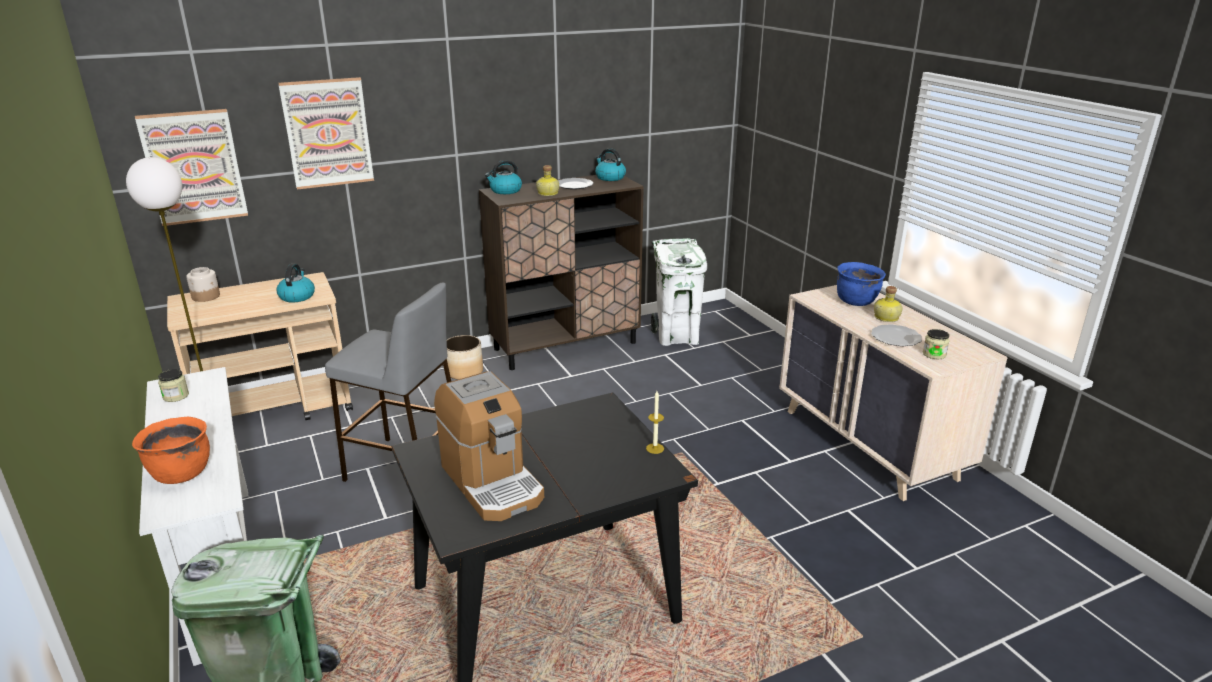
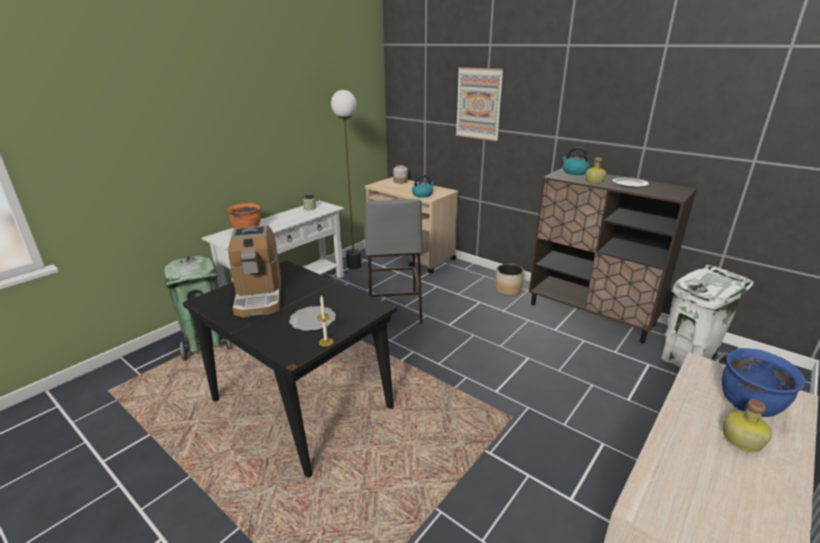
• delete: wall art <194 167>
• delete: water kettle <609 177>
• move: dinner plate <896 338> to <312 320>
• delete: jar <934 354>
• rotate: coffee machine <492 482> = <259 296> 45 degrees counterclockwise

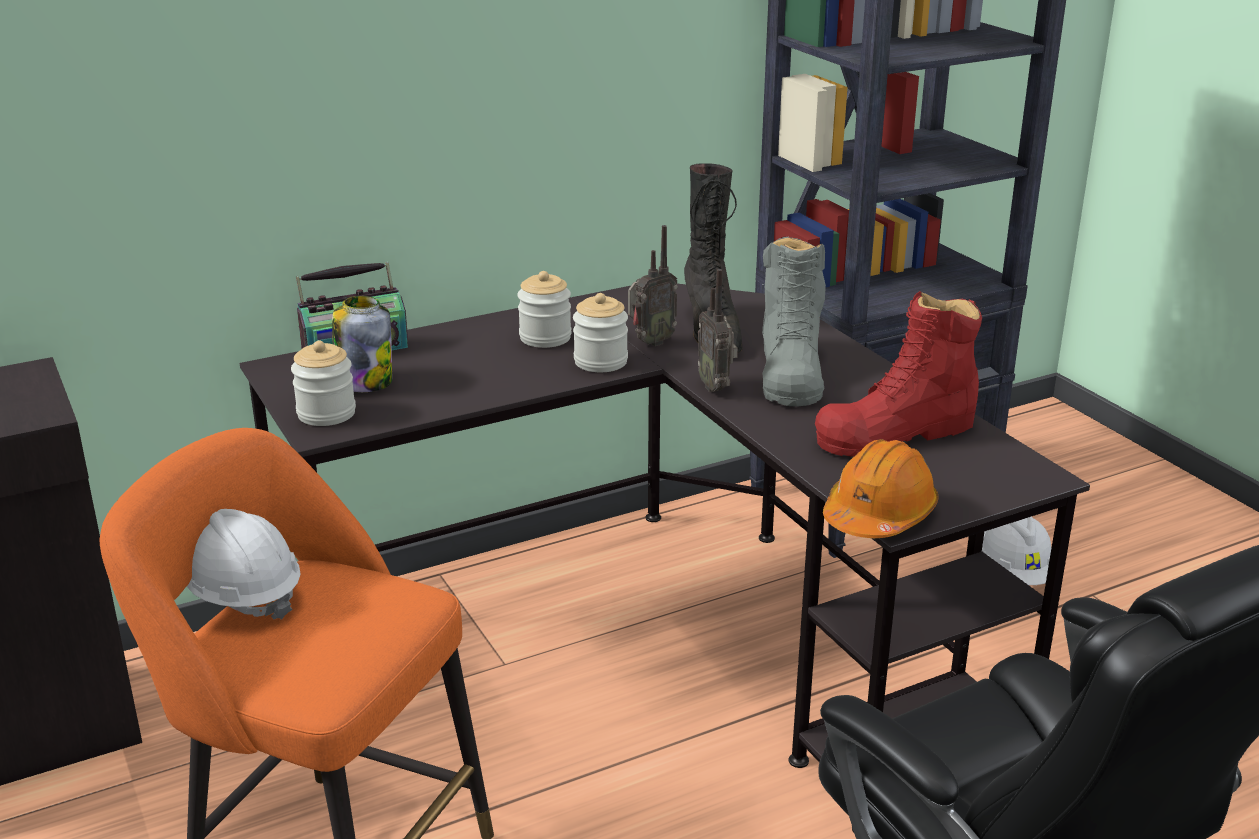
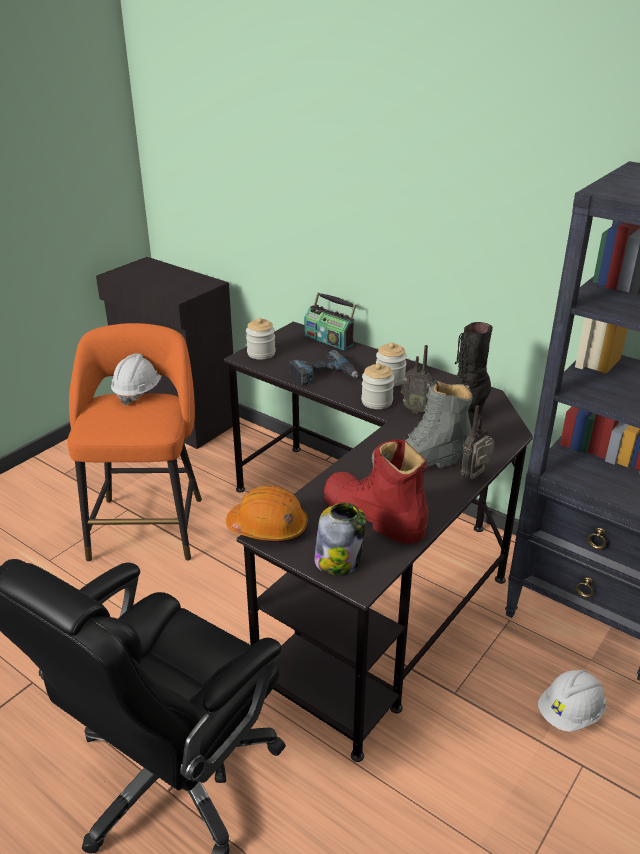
• move: radio <716 387> to <476 477>
• move: jar <364 381> to <339 560>
• insert: drill <323 375>

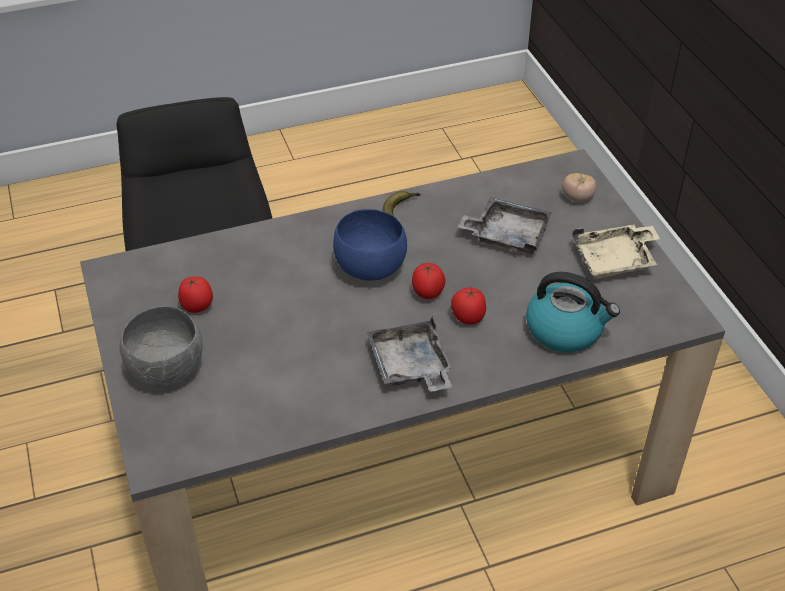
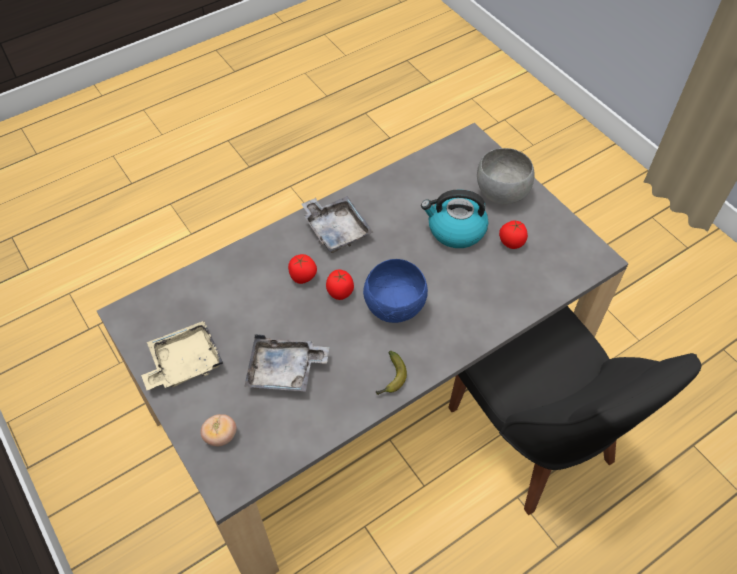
• move: water kettle <565 330> to <455 230>

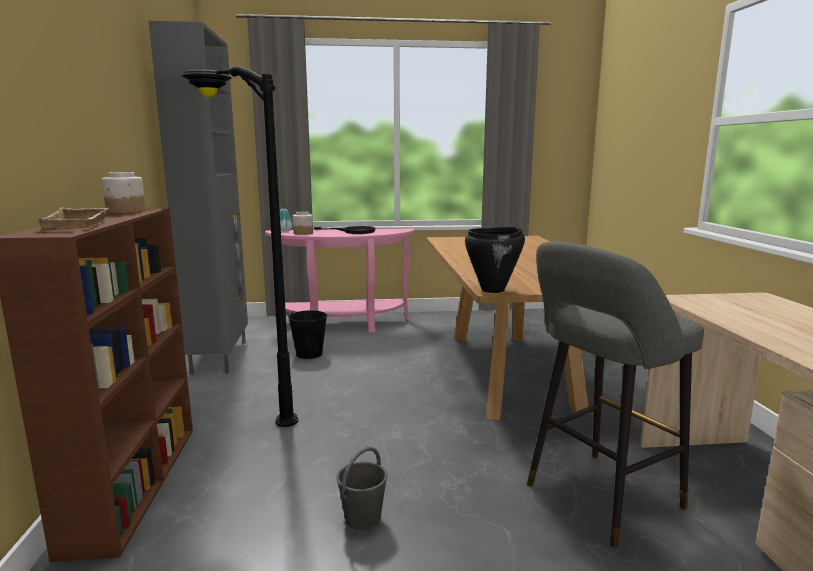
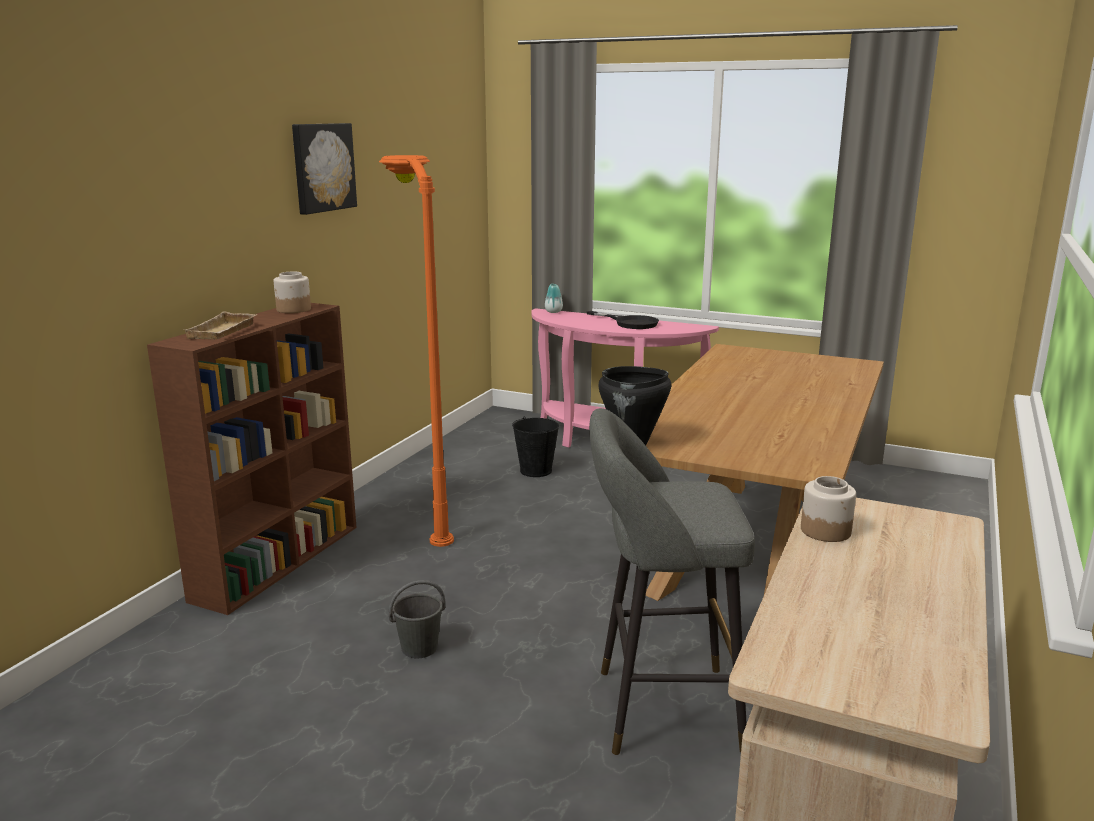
• delete: grey cupboard <221 356>
• recolor: black floor lamp <247 401> to orangey floor lamp <427 510>
• move: jar <303 233> to <826 531>
• insert: wall art <322 167>

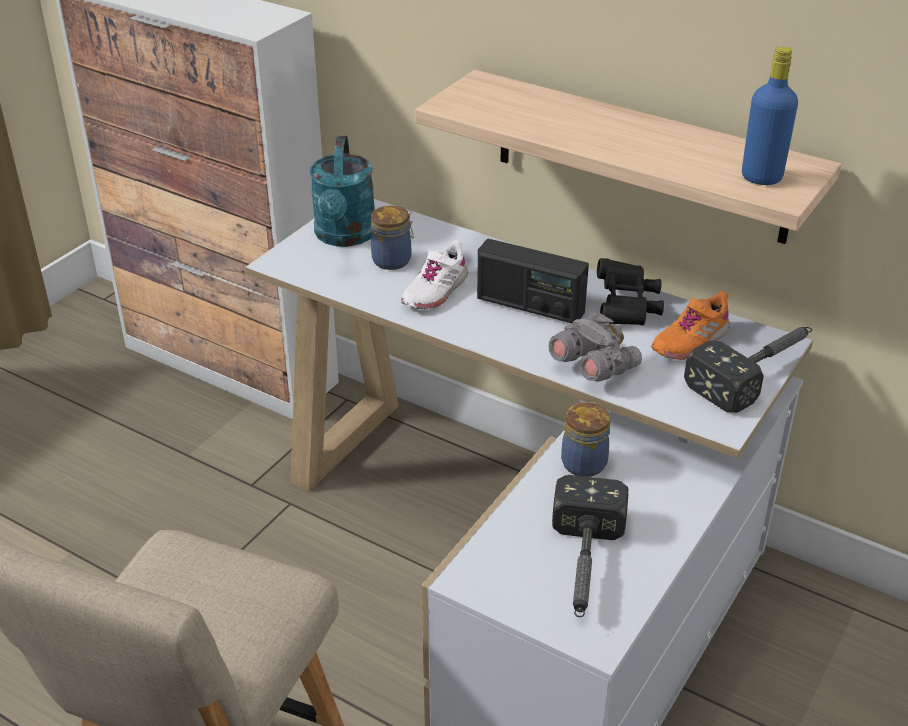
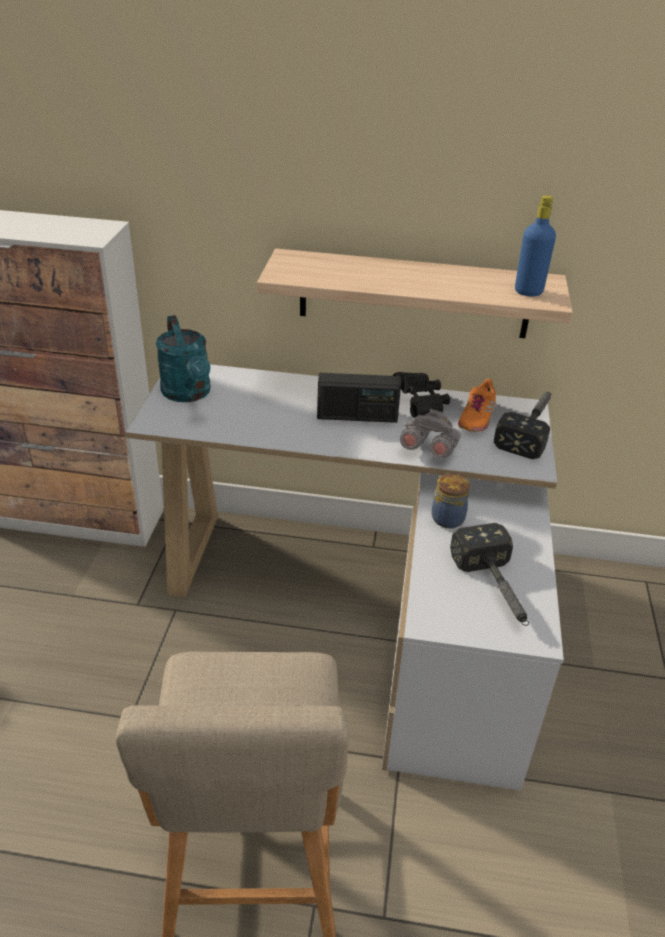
• delete: jar <393 260>
• delete: white-coloured item of footwear <434 291>

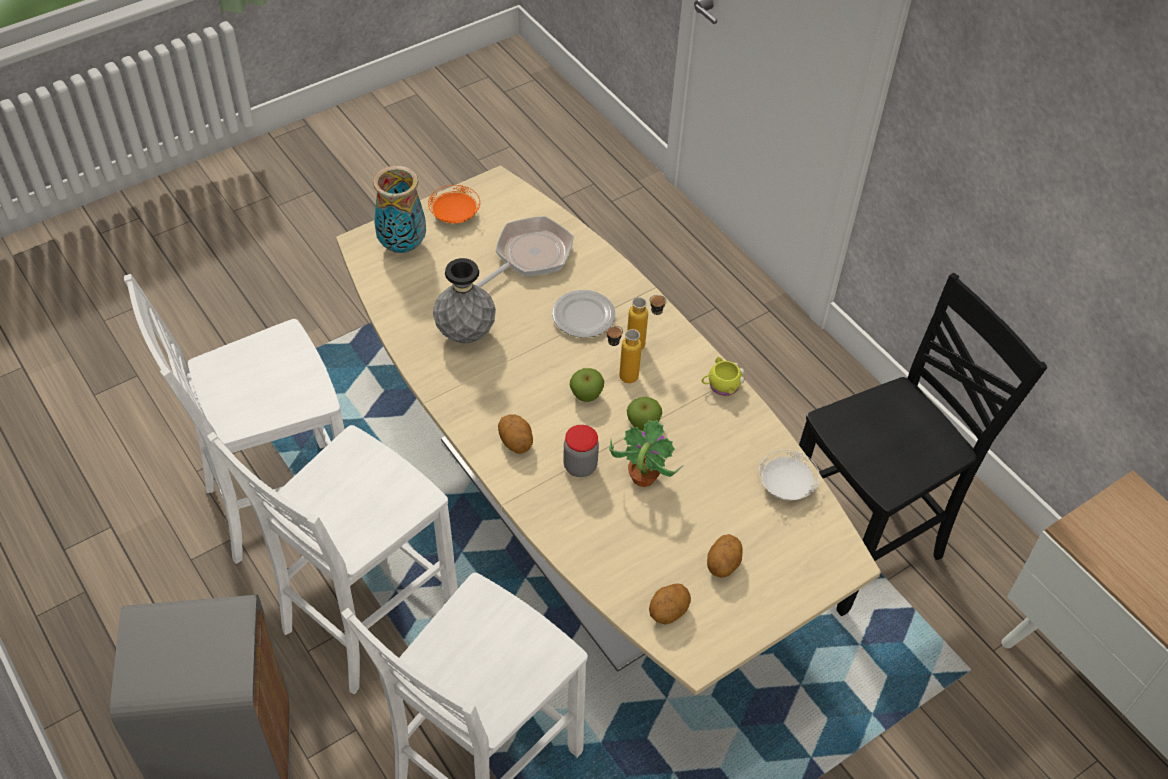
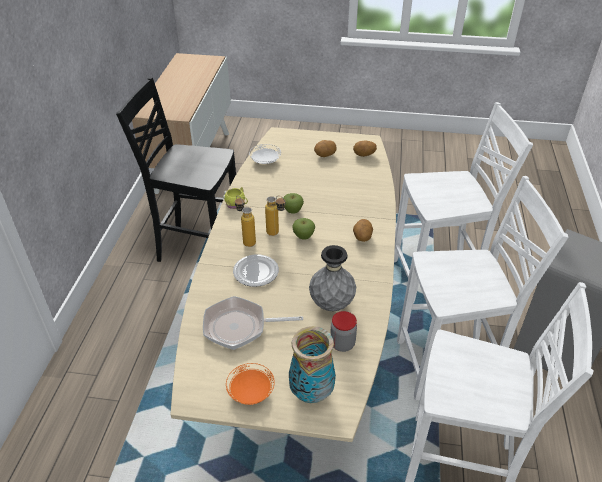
• delete: plant in a pot <642 477>
• move: jar <580 466> to <342 344>

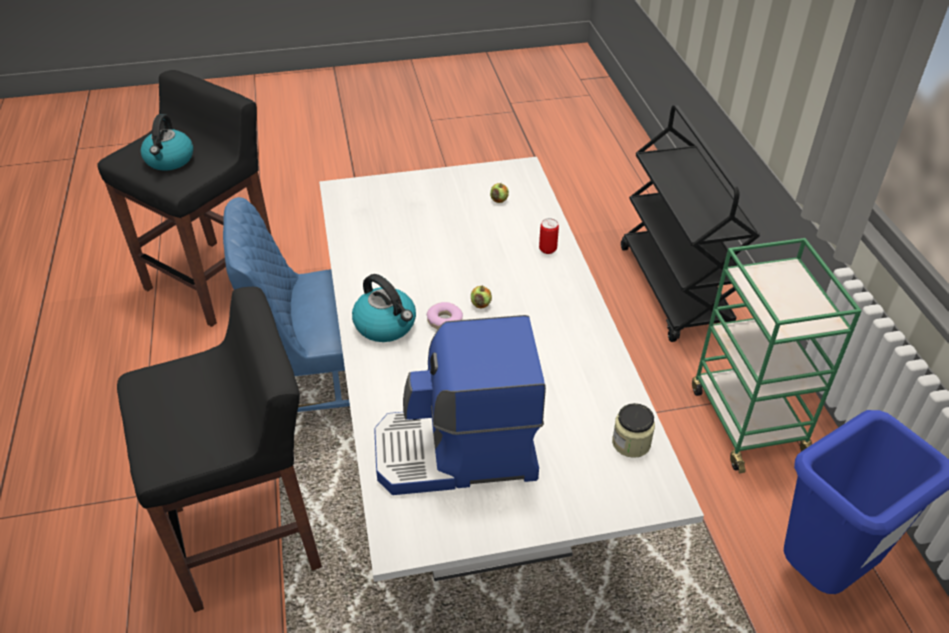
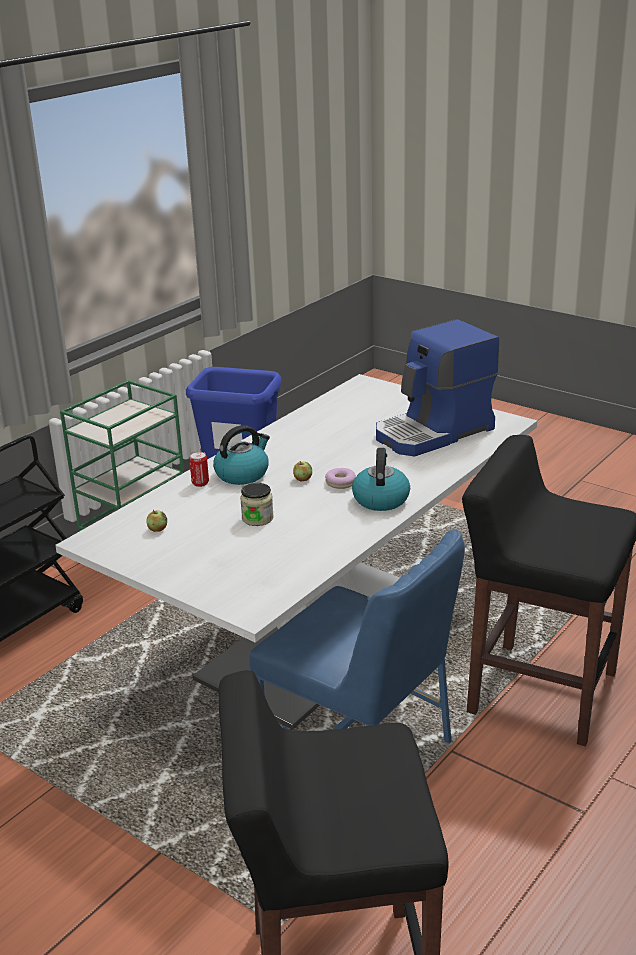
• move: water kettle <169 160> to <242 474>
• rotate: coffee machine <457 454> = <434 432> 105 degrees clockwise
• move: jar <631 443> to <257 518>

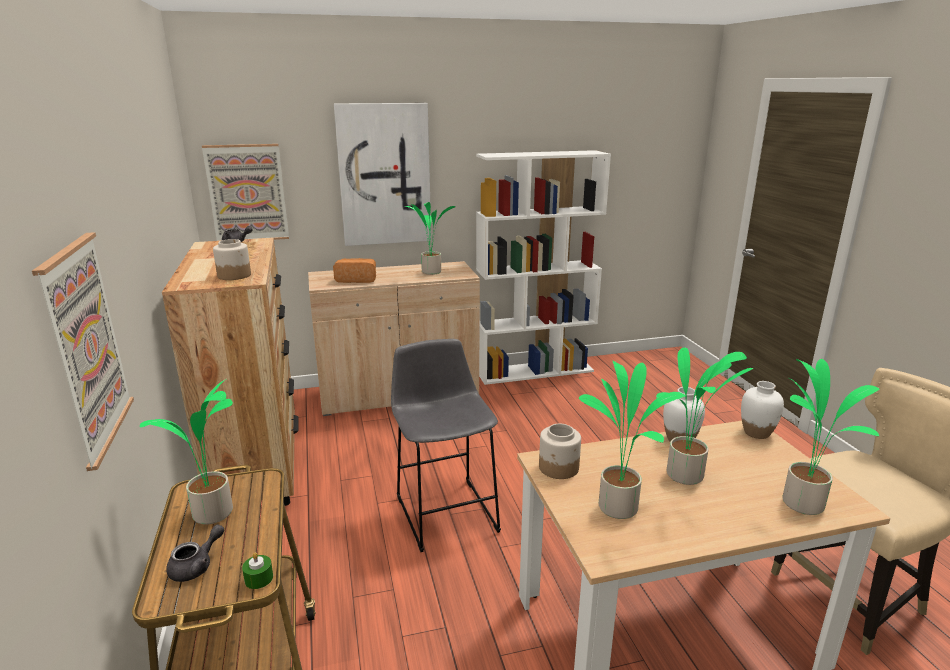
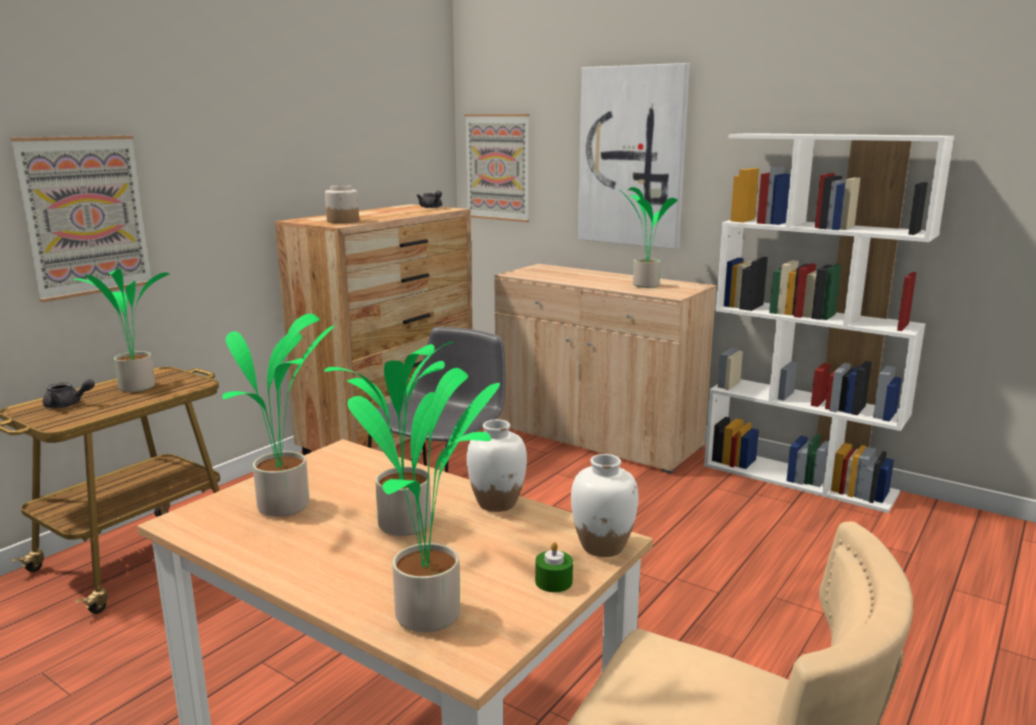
• delete: baked bread <357 279>
• delete: jar <559 468>
• move: green wax light <259 578> to <553 581>

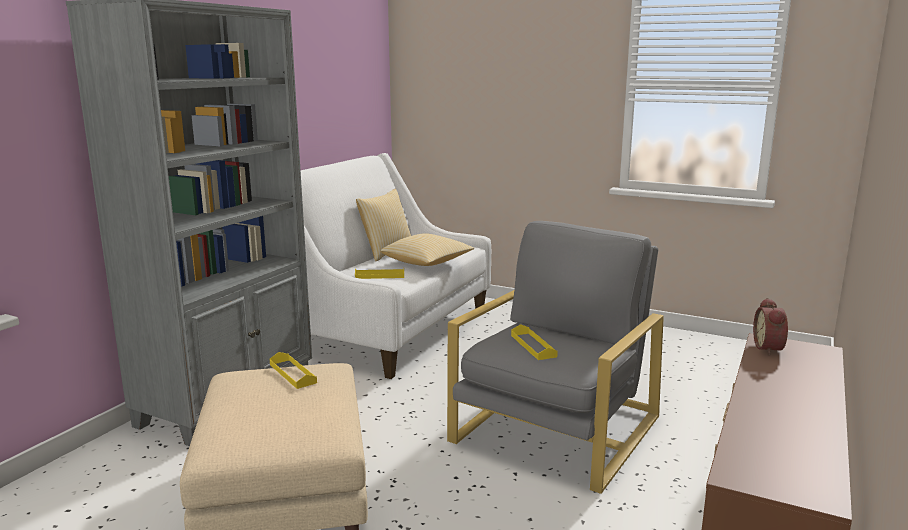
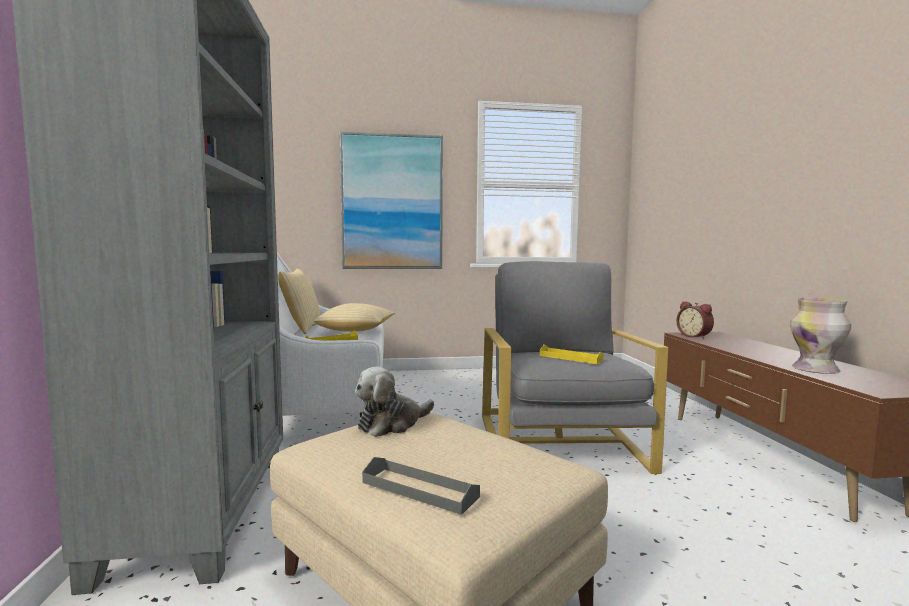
• replace: yellow tray <292 373> to plush toy <392 424>
• insert: wall art <392 202>
• insert: decorative vase <815 370>
• insert: grey tray <419 489>

